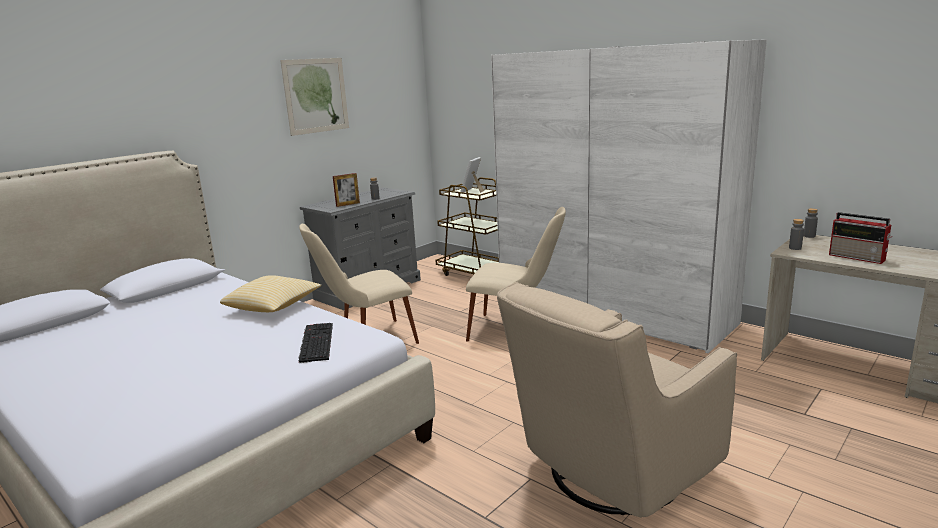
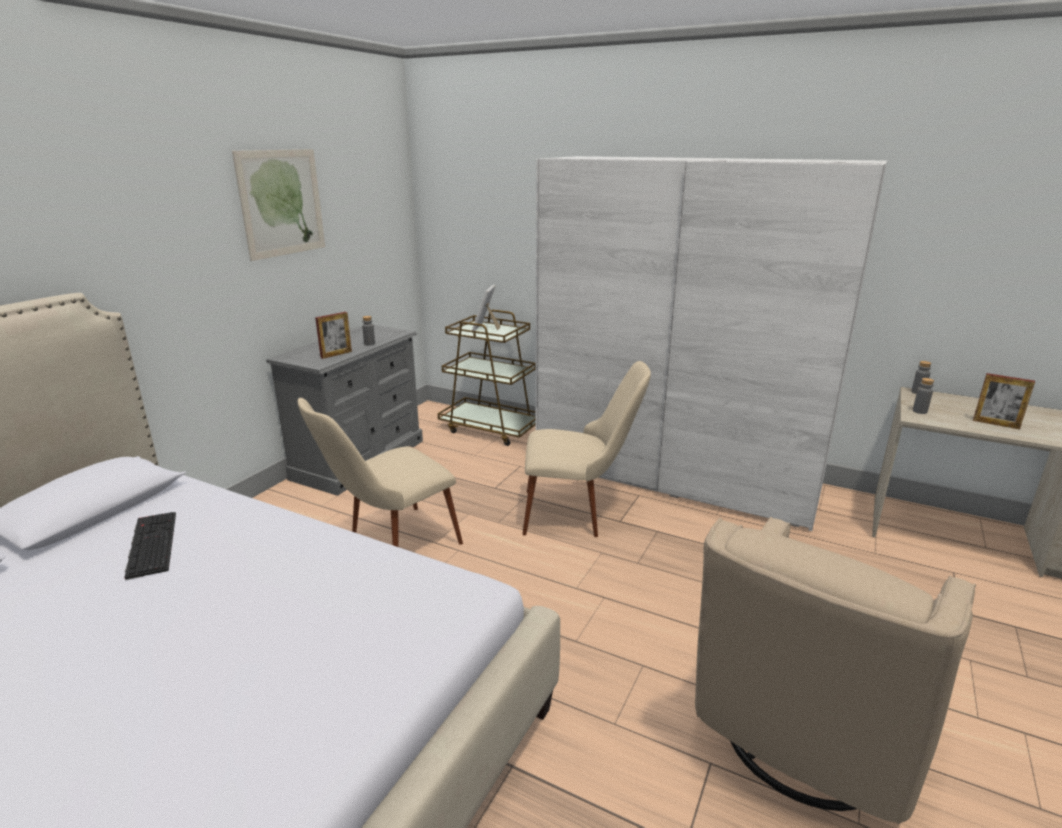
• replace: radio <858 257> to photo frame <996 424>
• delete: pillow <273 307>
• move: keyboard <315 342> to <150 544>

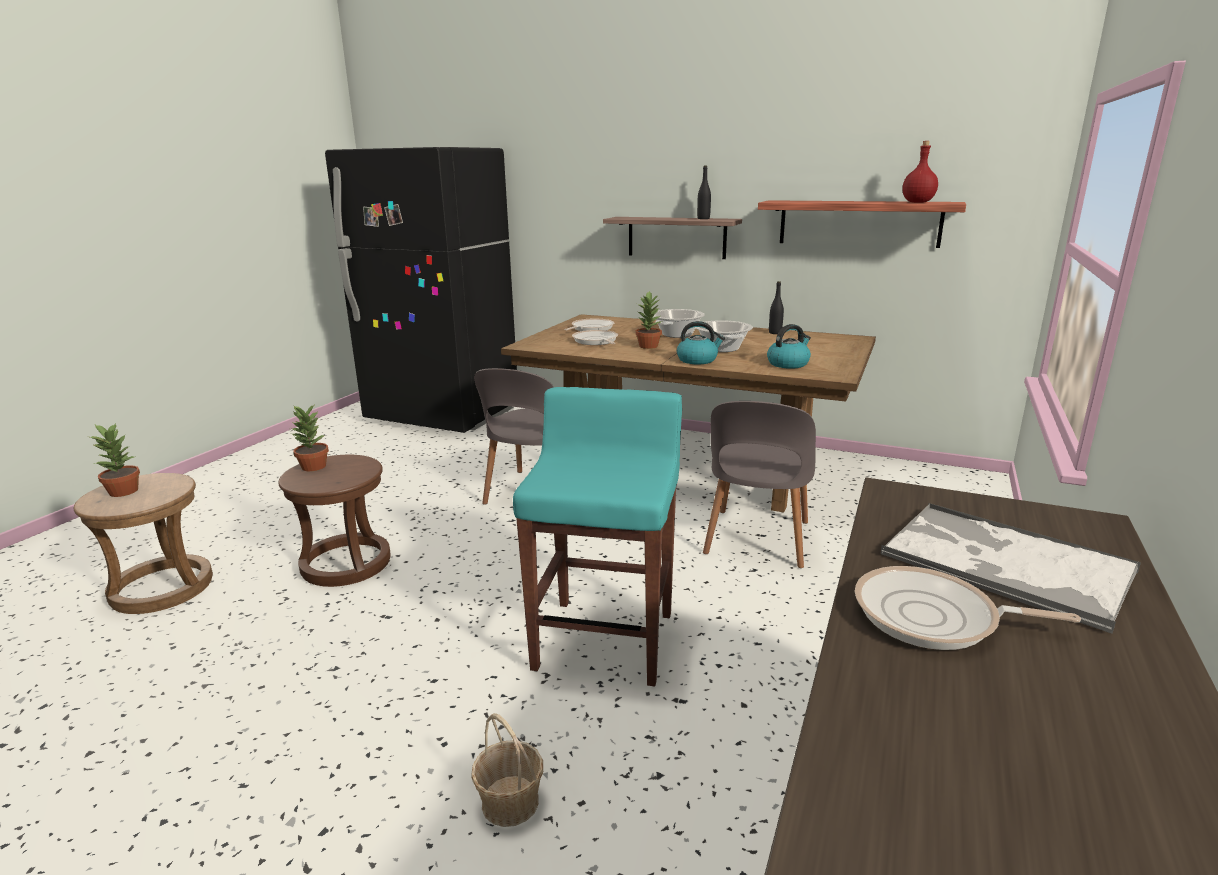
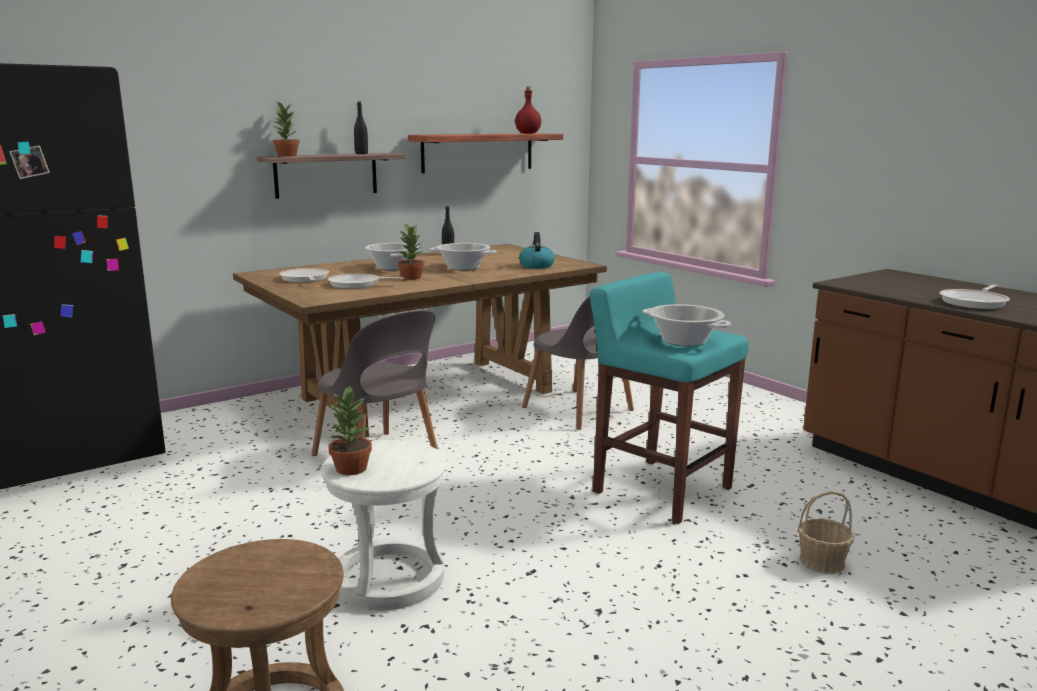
• delete: water kettle <698 360>
• move: plant in a pot <124 491> to <286 155>
• recolor: brown stool <345 563> to white-coloured stool <389 579>
• delete: tray <1003 563>
• insert: cooking pot <684 341>

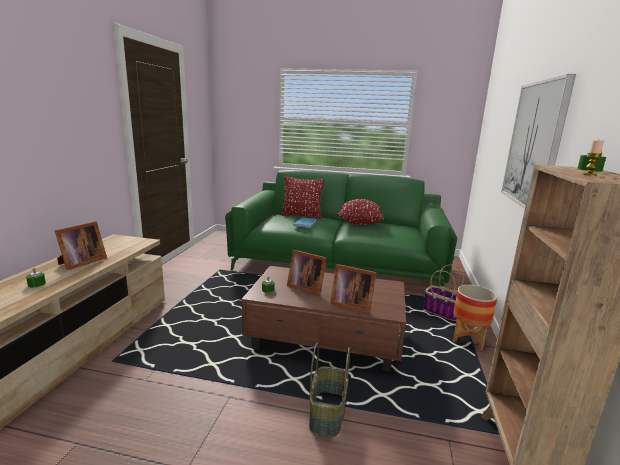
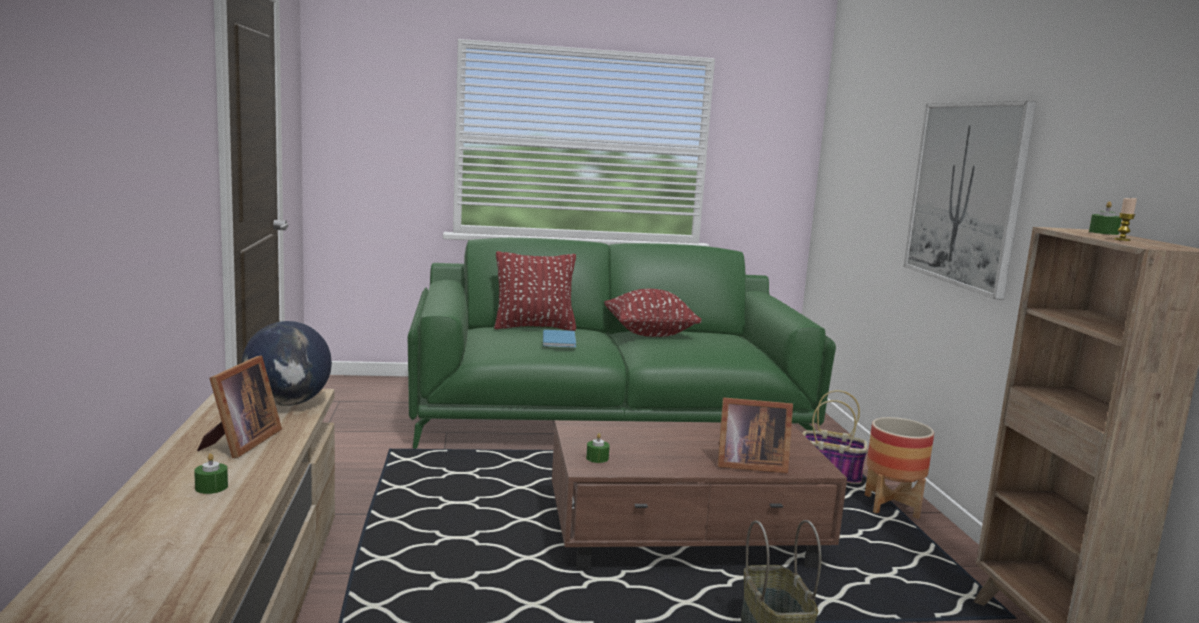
• delete: photo frame <305 287>
• insert: world globe <288 403>

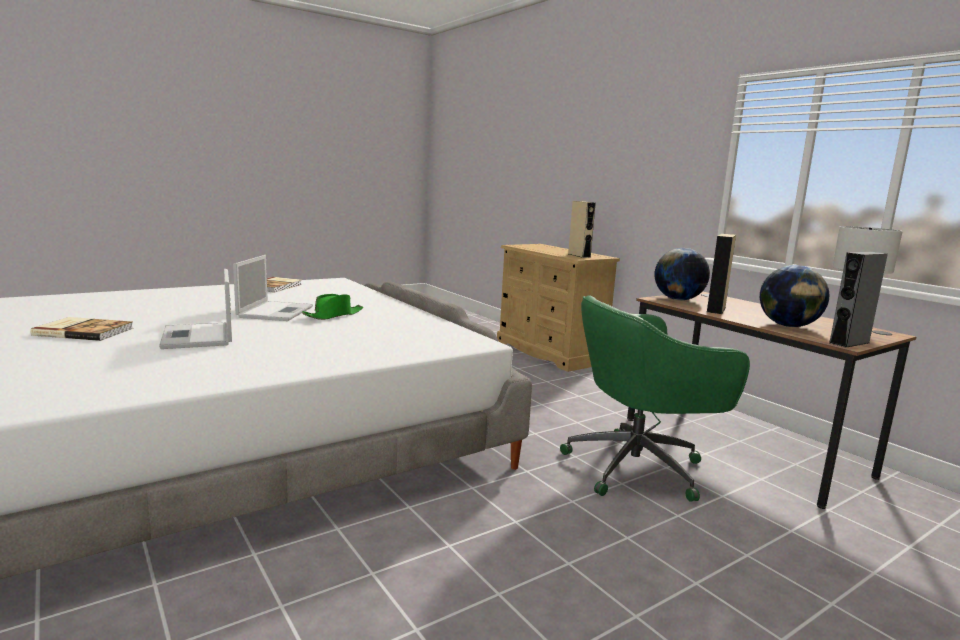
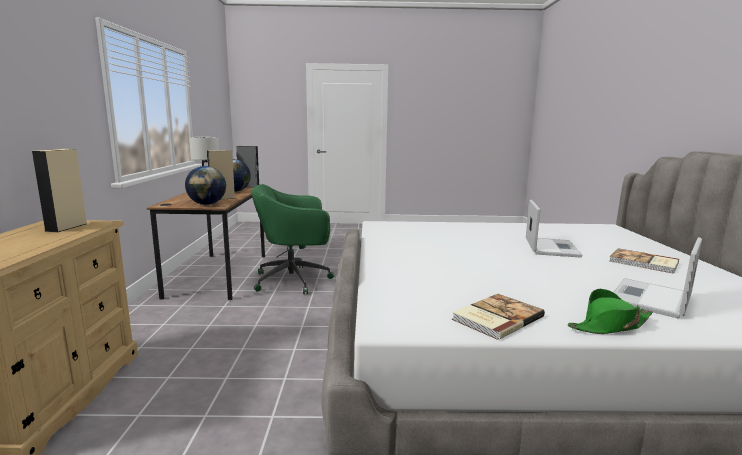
• move: laptop <276 311> to <650 299>
• move: green clothing hat <334 315> to <609 326>
• rotate: green office chair <638 467> = <295 280> 150 degrees clockwise

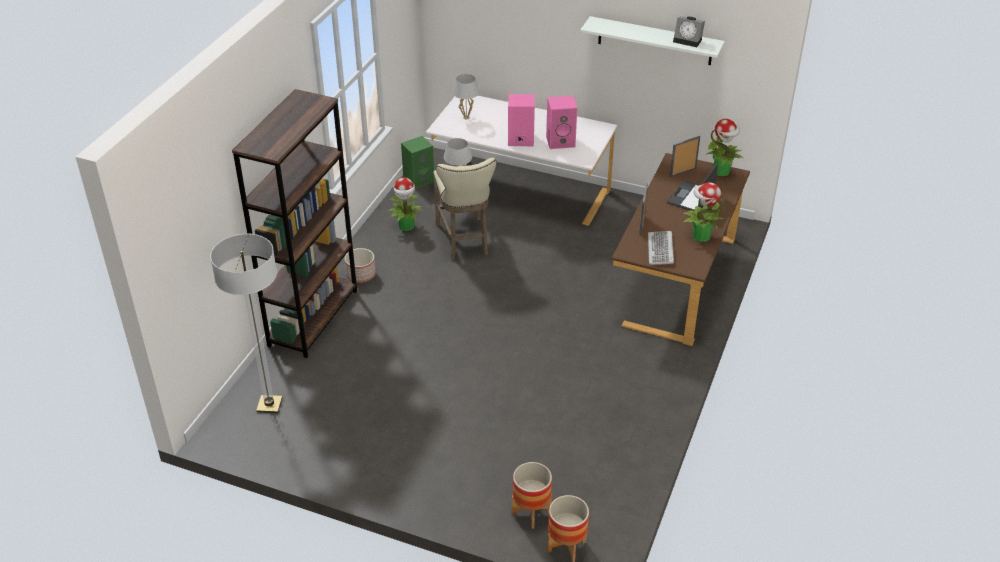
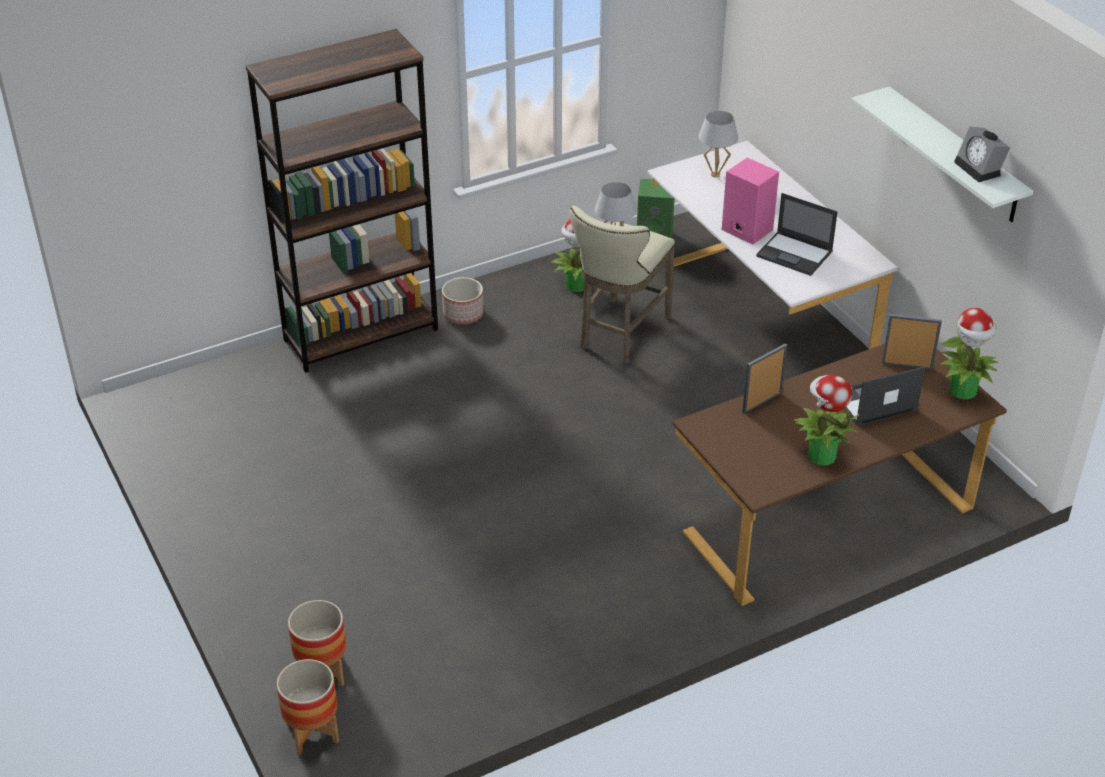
• replace: pink-coloured audio speaker <561 141> to laptop <795 254>
• delete: keyboard <661 250>
• delete: floor lamp <269 405>

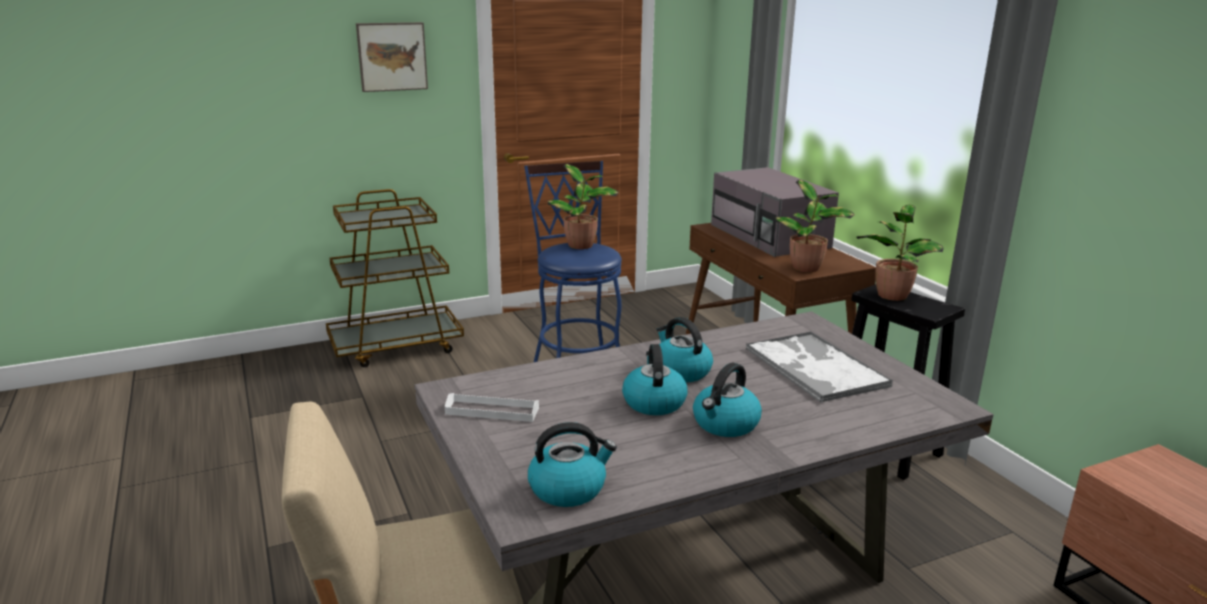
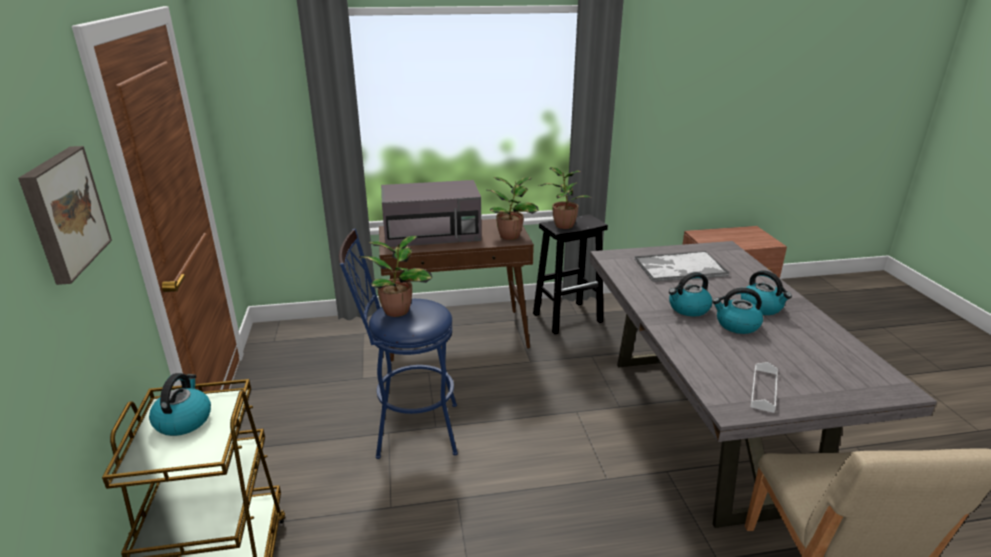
• move: water kettle <568 488> to <183 420>

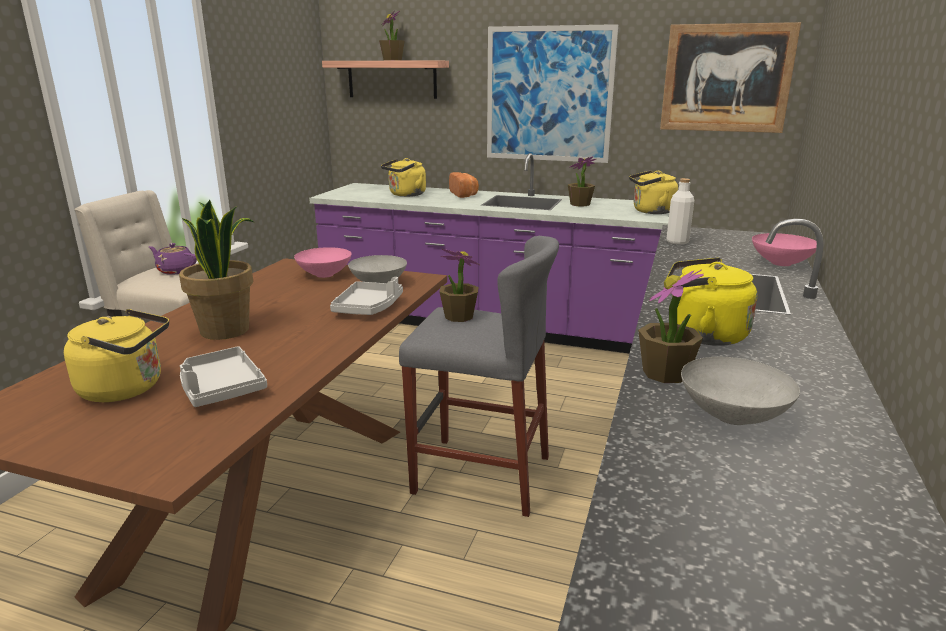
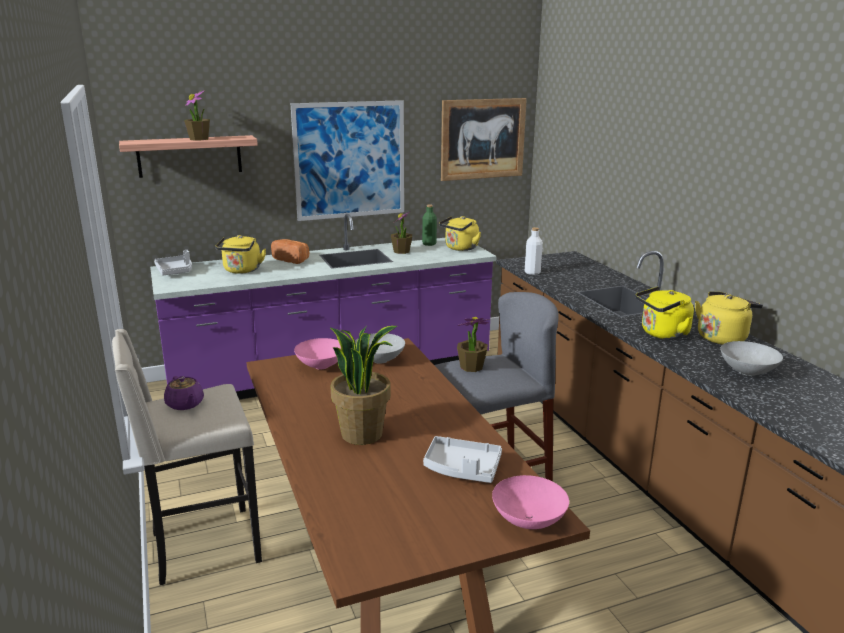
• move: pink-coloured deep dish <782 263> to <529 520>
• rotate: purple tea pot <175 271> = <185 404> 105 degrees counterclockwise
• delete: plant in a pot <665 373>
• move: grey tray <369 308> to <175 271>
• move: yellow water kettle <127 388> to <722 337>
• insert: green bottle <429 244>

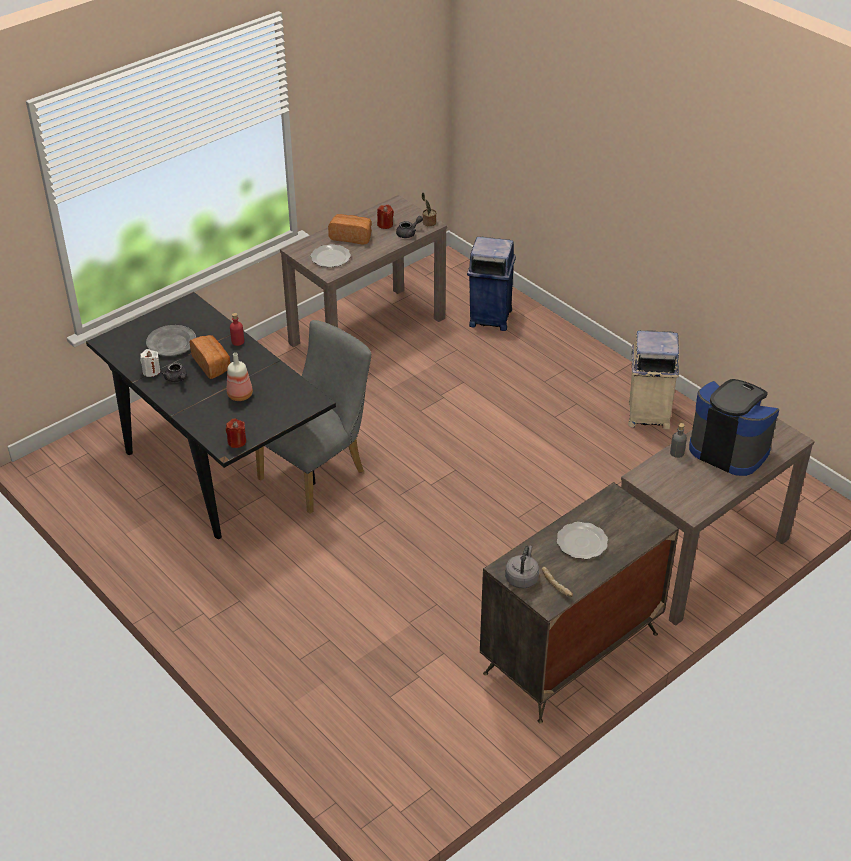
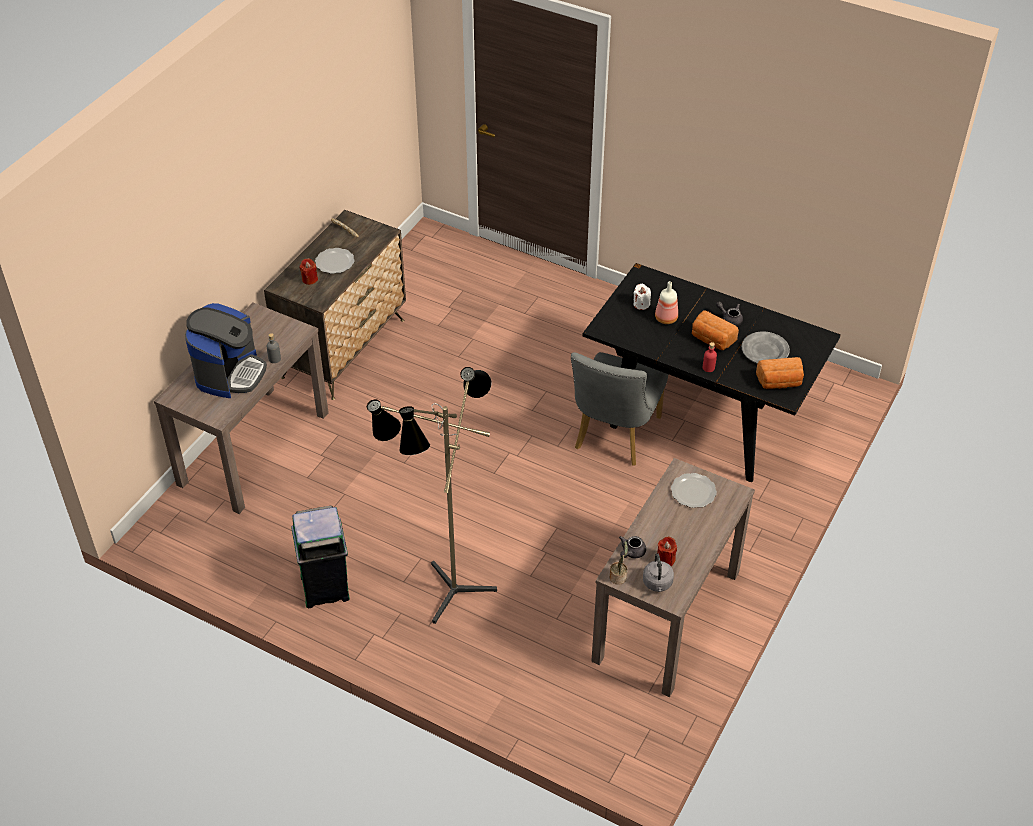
• move: baked bread <351 236> to <779 382>
• delete: bluish trash can <489 318>
• recolor: sand-coloured trash can <647 415> to green trash can <326 587>
• move: white-coloured wax light <151 371> to <641 304>
• rotate: coffee machine <728 449> = <230 373> 90 degrees counterclockwise
• move: red wax light <237 442> to <309 279>
• move: grey water kettle <522 577> to <657 584>
• insert: floor lamp <446 590>

